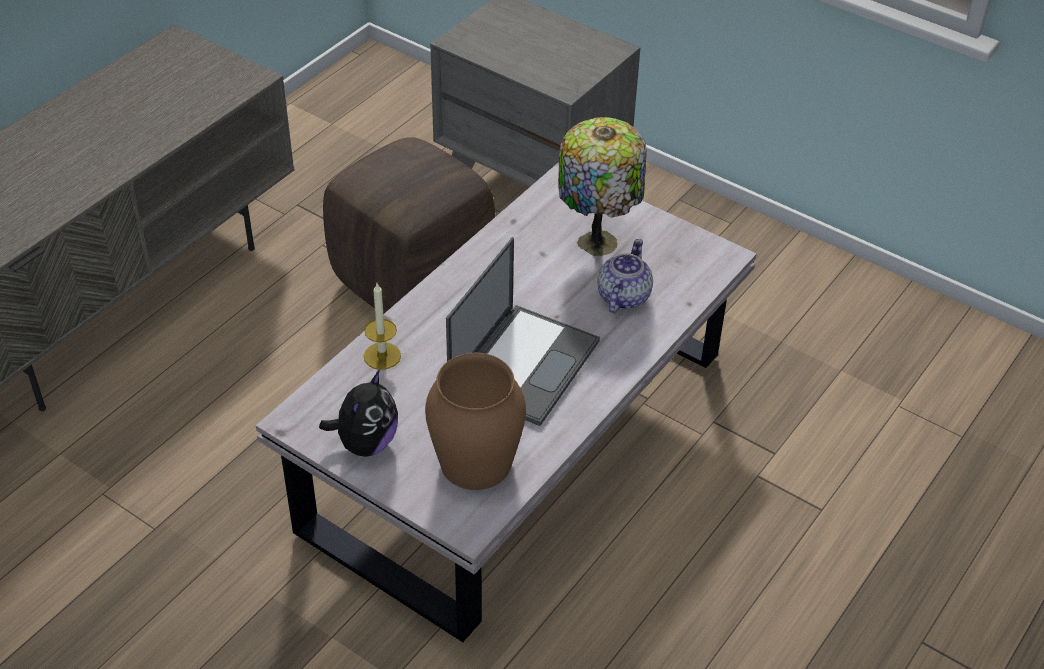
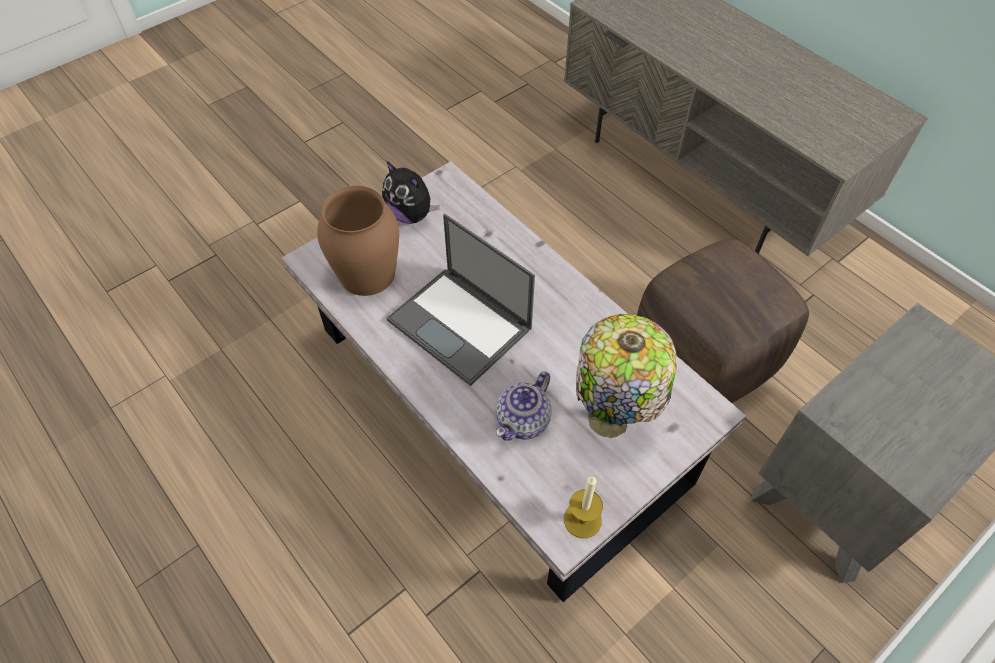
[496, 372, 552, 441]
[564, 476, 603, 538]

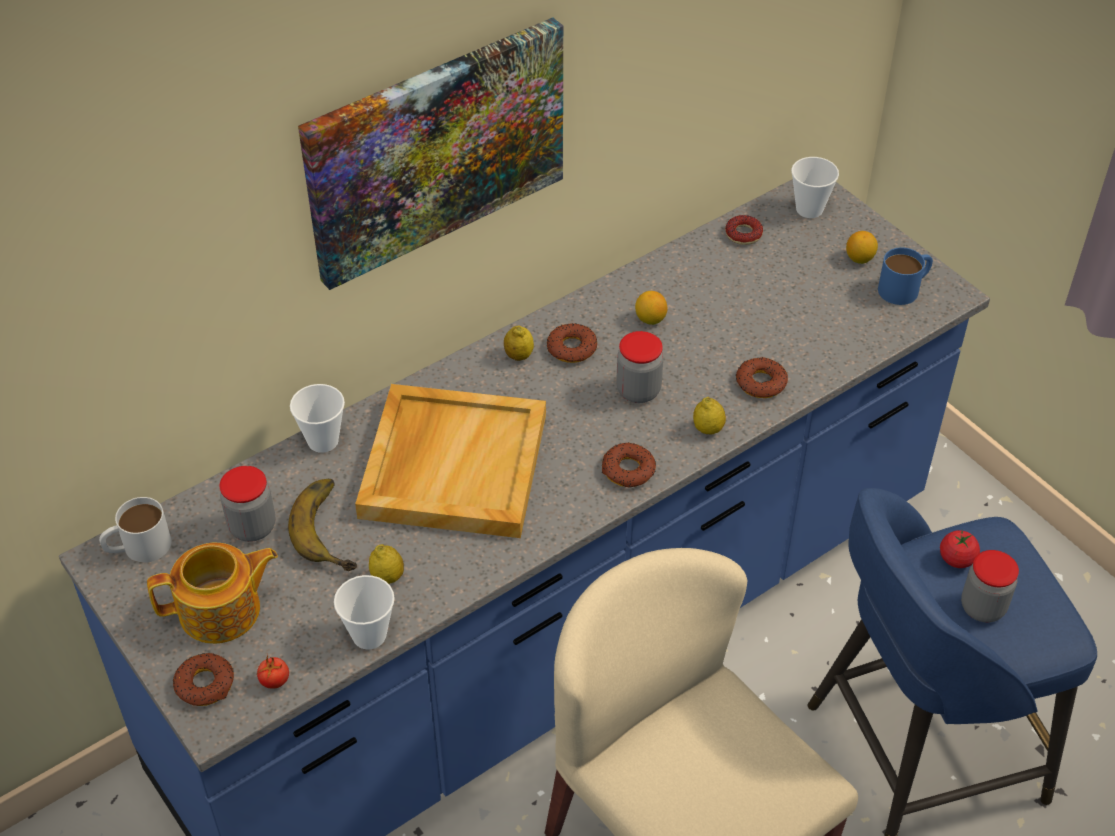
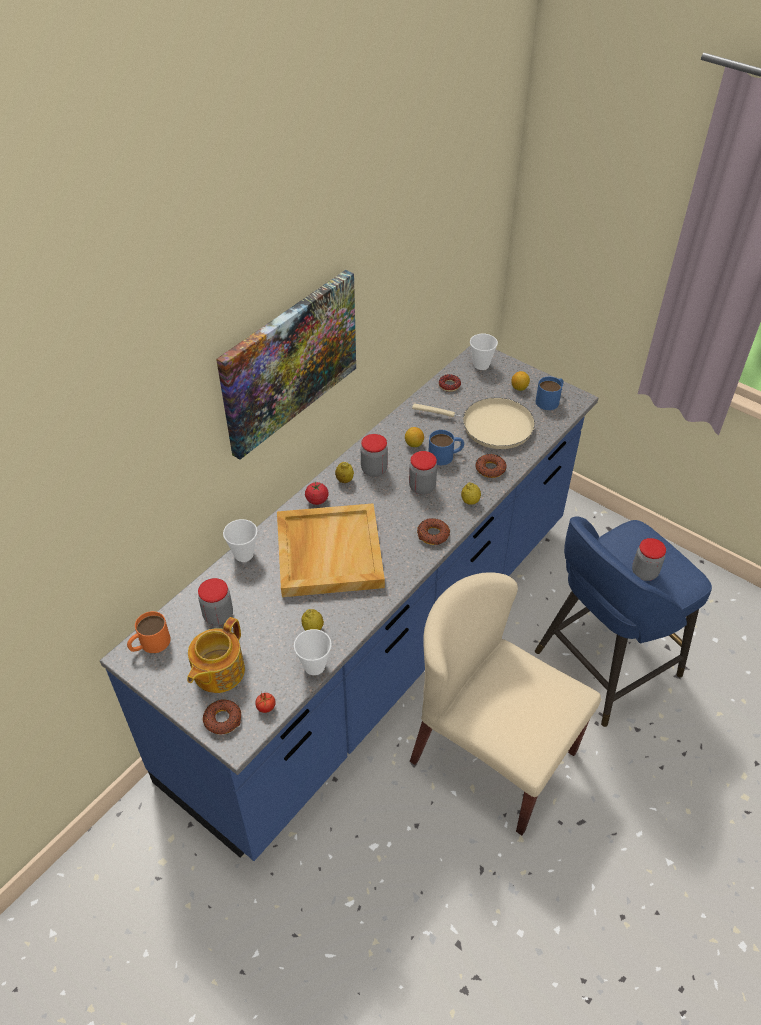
[361, 434, 388, 477]
[288, 479, 357, 571] (first image)
[127, 611, 171, 653]
[305, 481, 329, 505]
[187, 617, 245, 693]
[412, 398, 535, 449]
[428, 430, 464, 465]

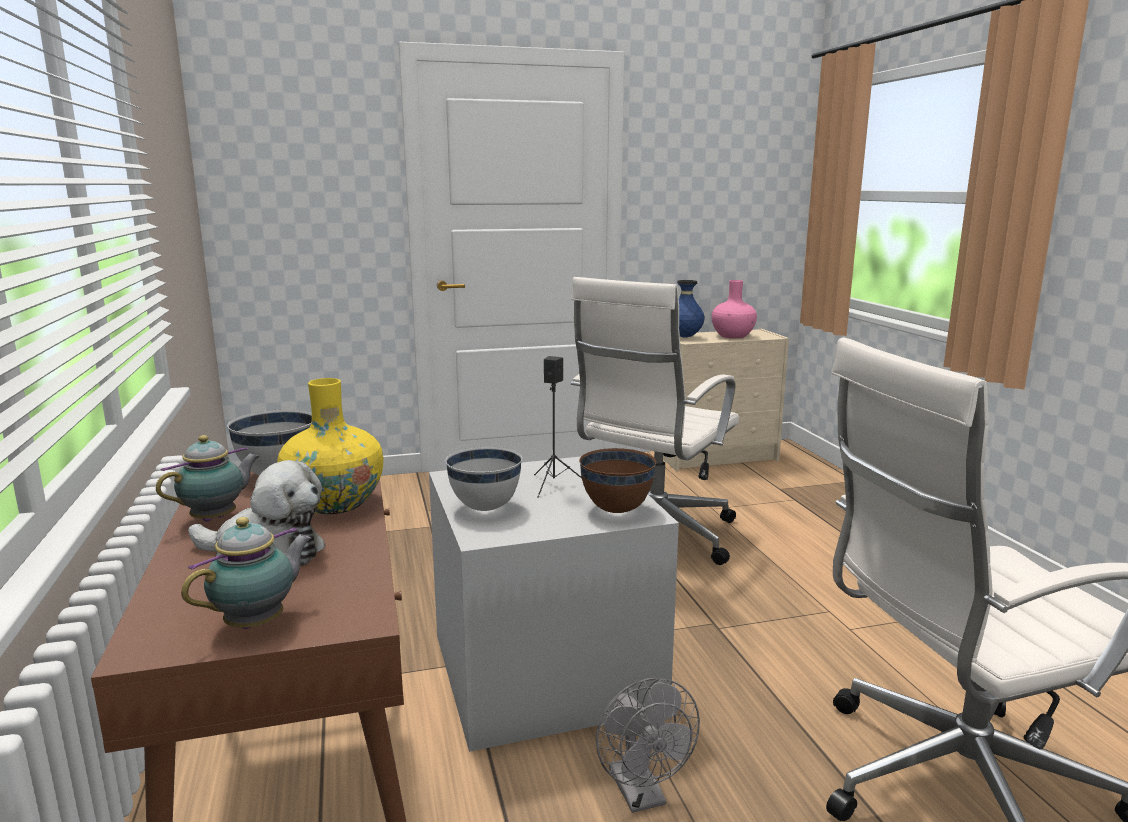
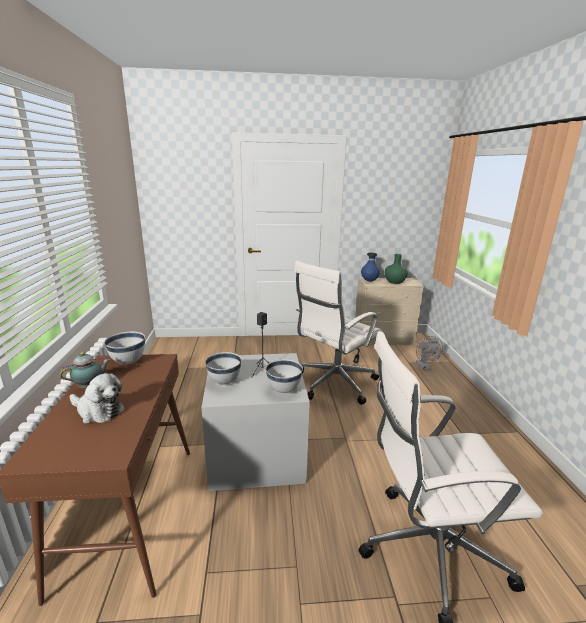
[385, 254, 408, 284]
[277, 378, 384, 514] (first image)
[266, 359, 303, 393]
[181, 517, 312, 629] (first image)
[416, 336, 443, 370]

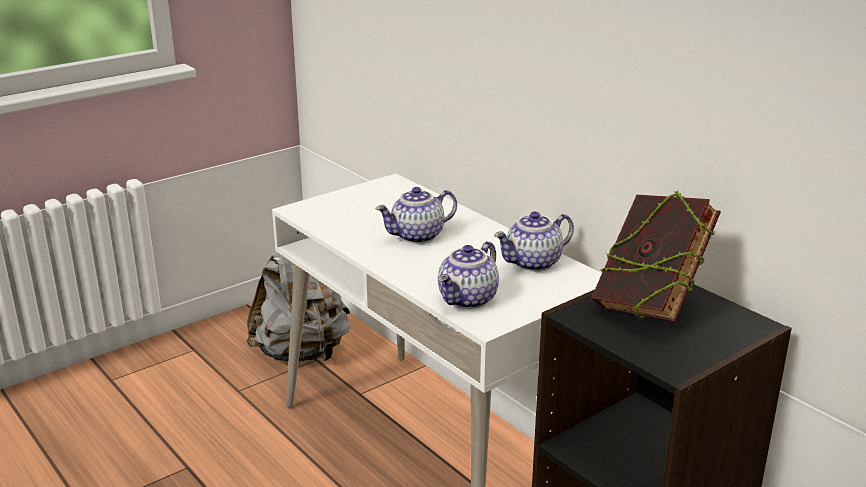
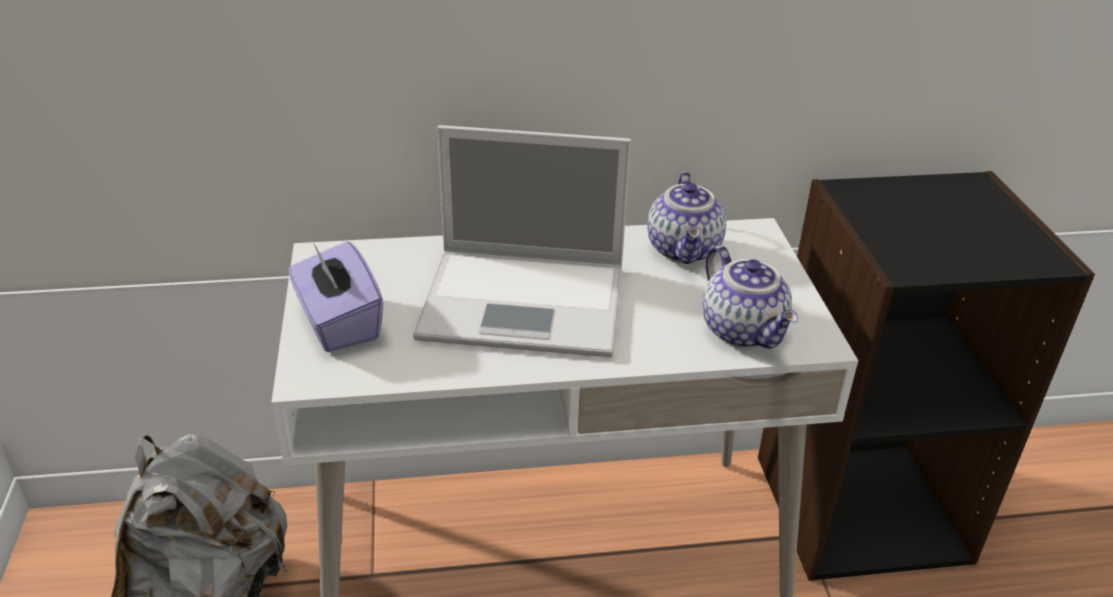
[413, 125, 631, 357]
[591, 191, 721, 322] (first image)
[288, 241, 383, 352]

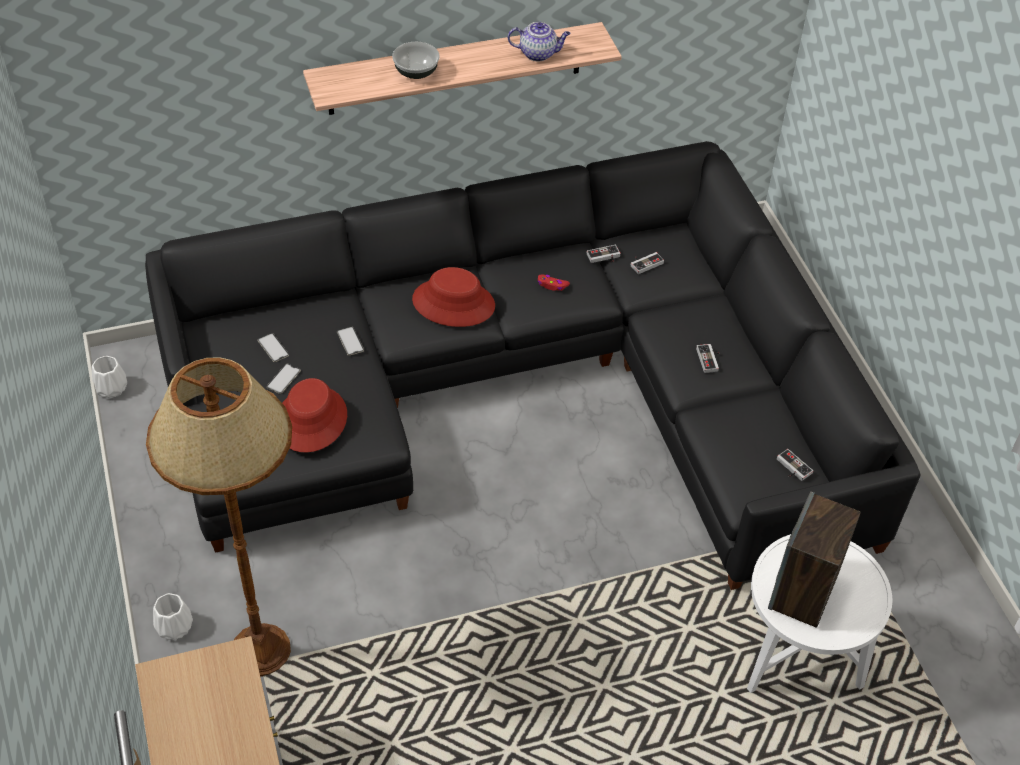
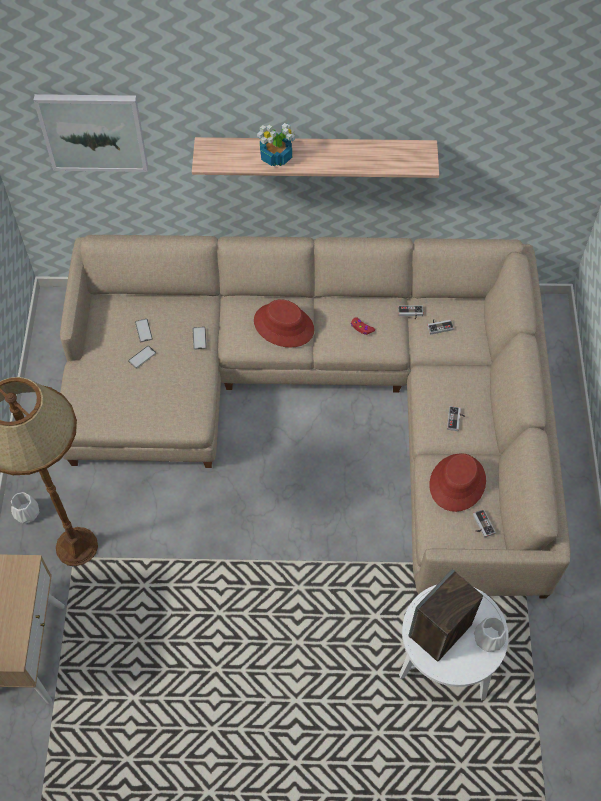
[508, 22, 570, 61] (first image)
[257, 123, 295, 166]
[60, 235, 571, 599]
[474, 616, 506, 652]
[430, 453, 486, 512]
[34, 94, 148, 172]

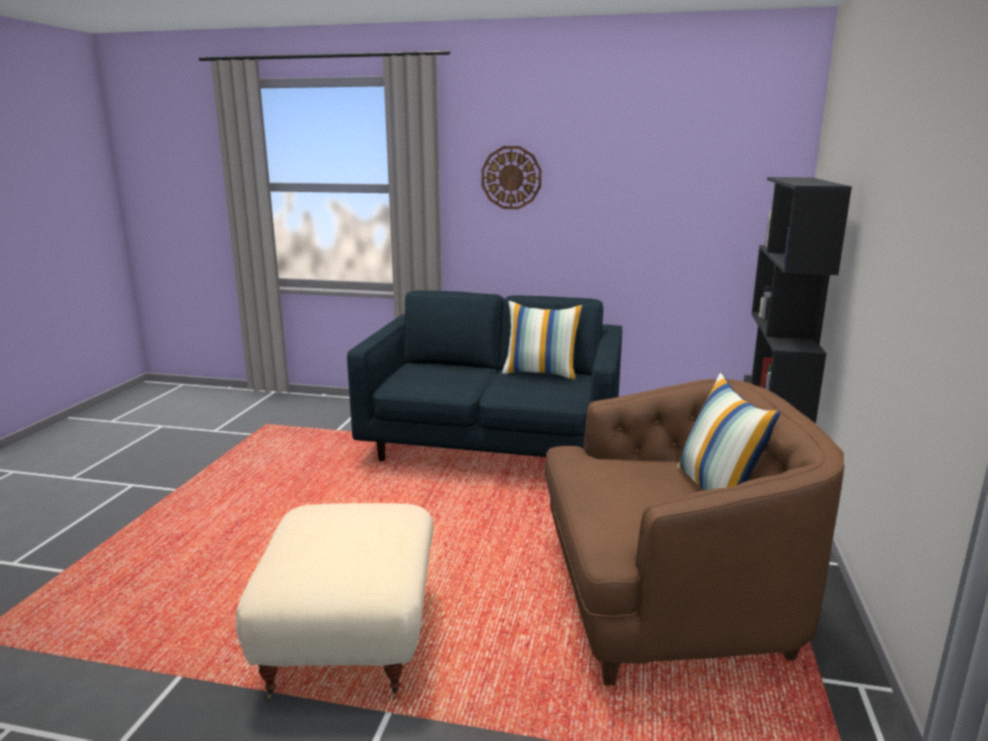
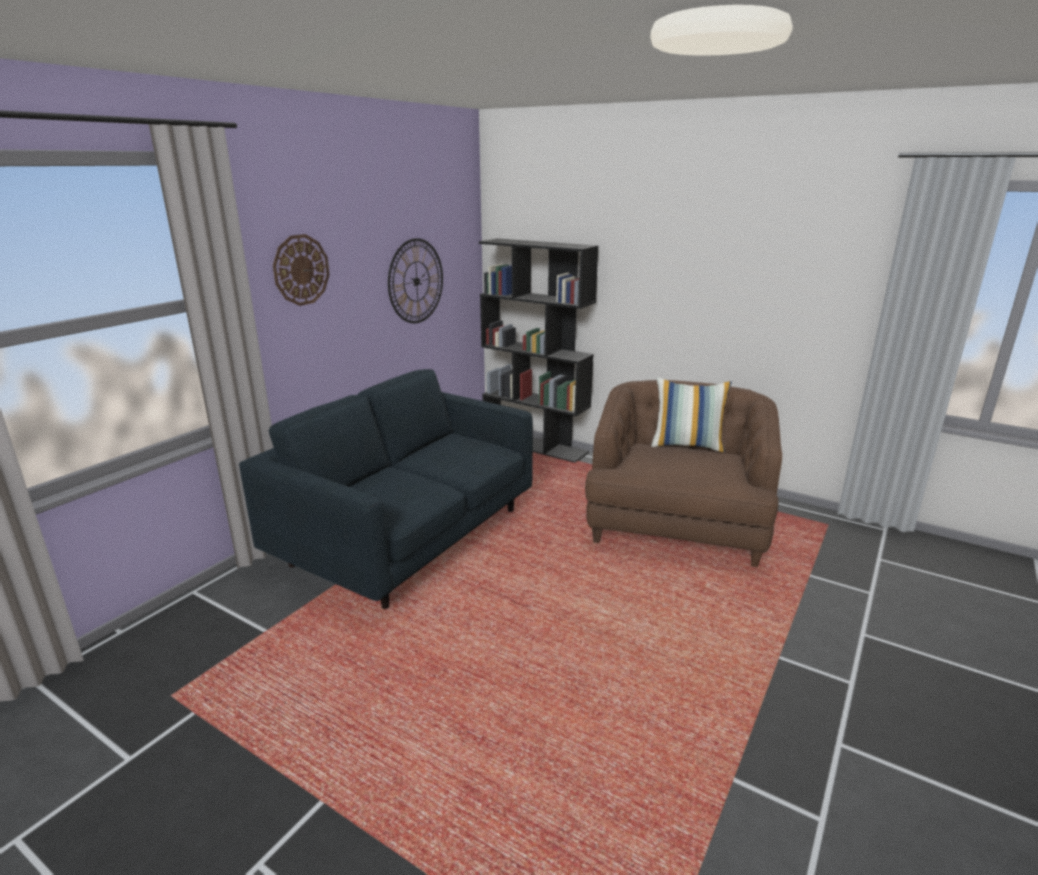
[502, 301, 584, 380] (first image)
[236, 503, 433, 701] (first image)
[388, 238, 443, 323]

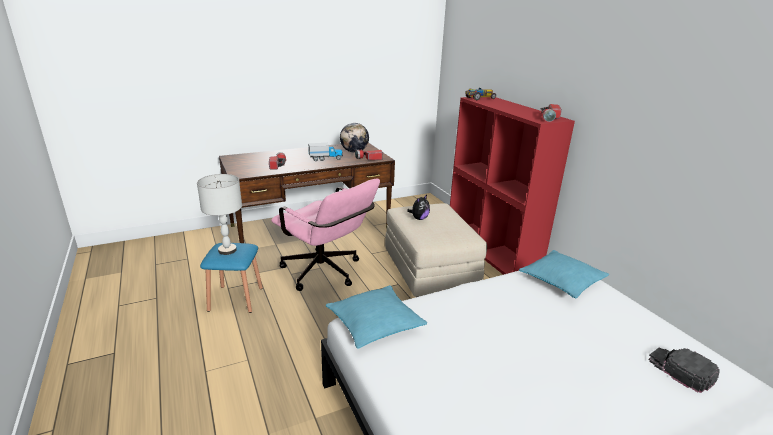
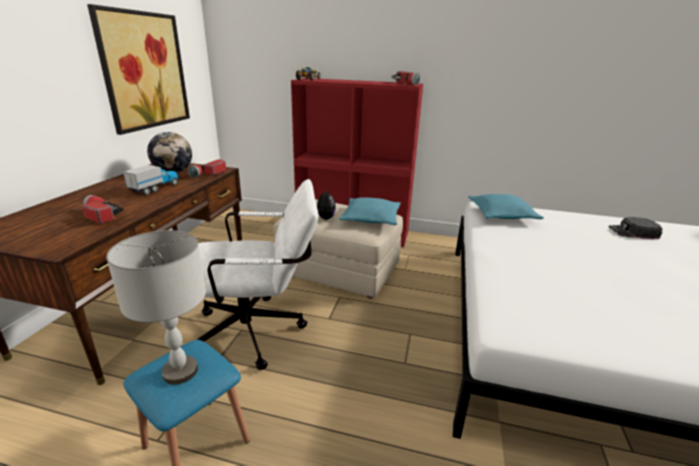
[197, 179, 318, 370]
[339, 197, 401, 225]
[87, 4, 190, 135]

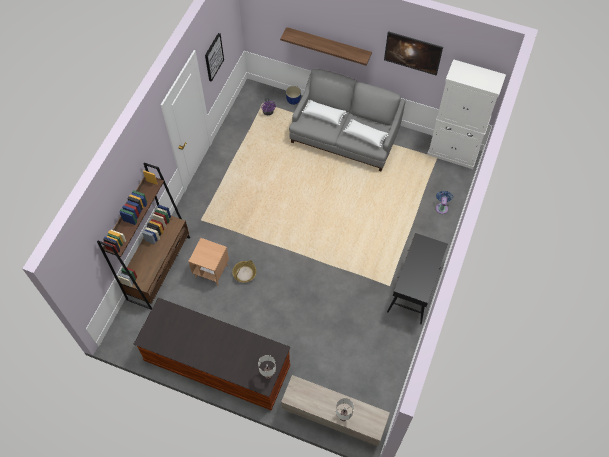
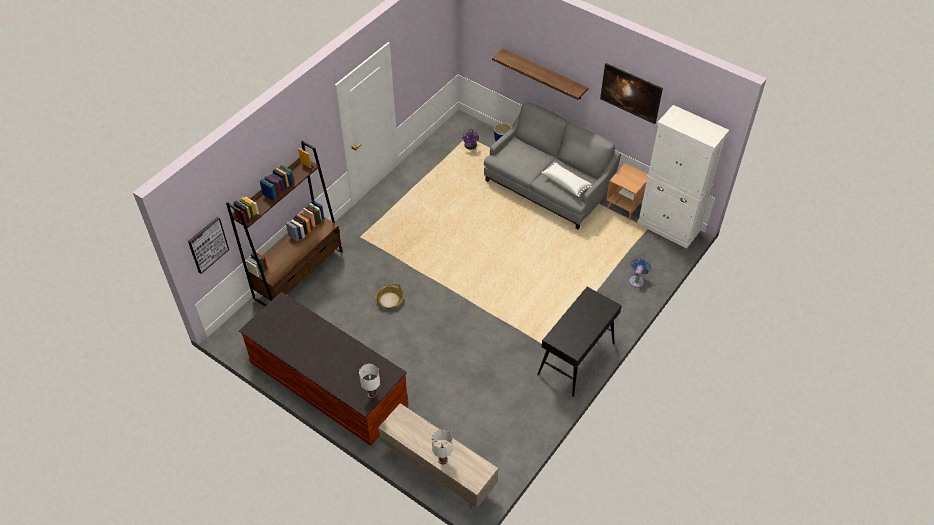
[188, 217, 229, 274]
[302, 100, 347, 125] (first image)
[606, 163, 648, 220]

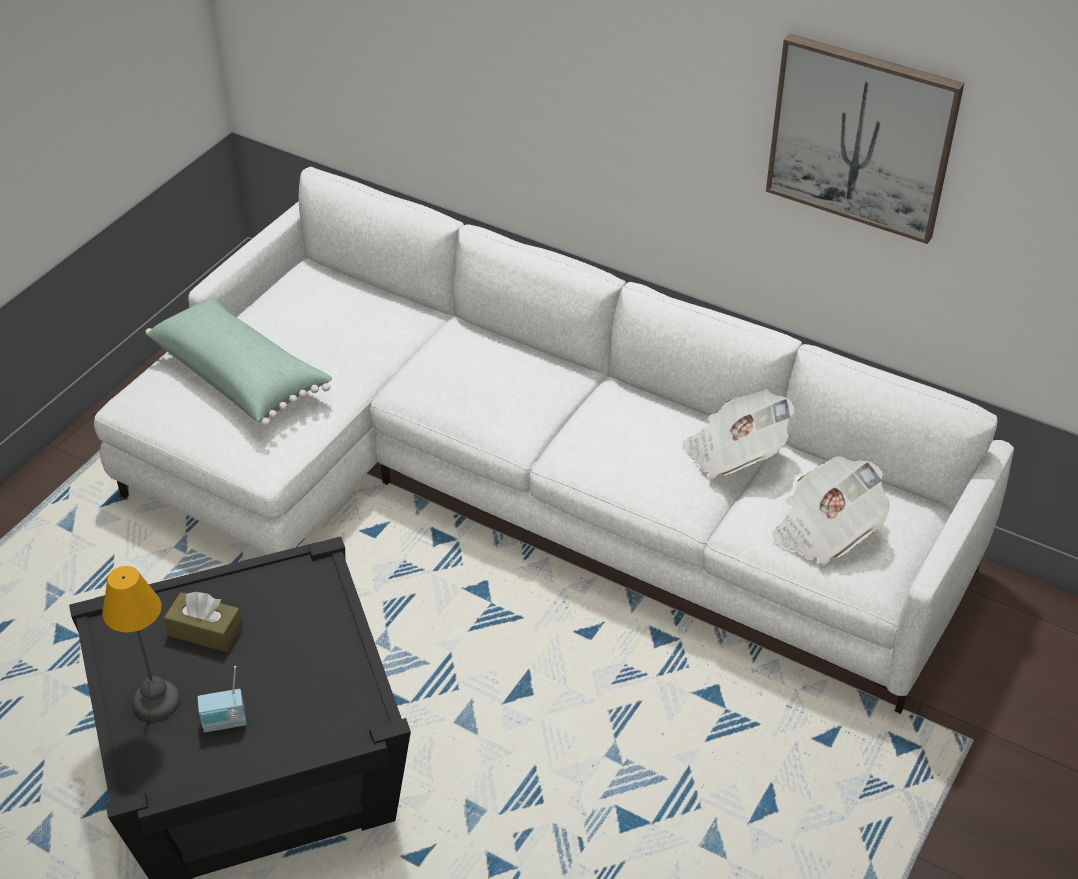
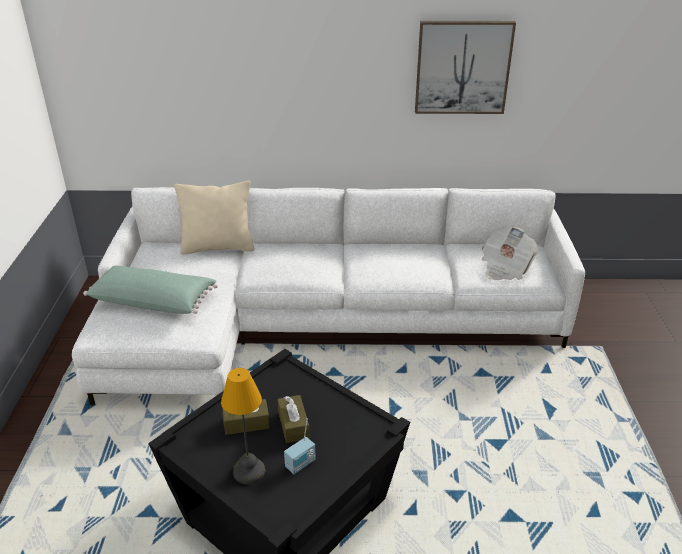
[682, 388, 795, 479] (first image)
[174, 181, 254, 255]
[277, 395, 310, 443]

